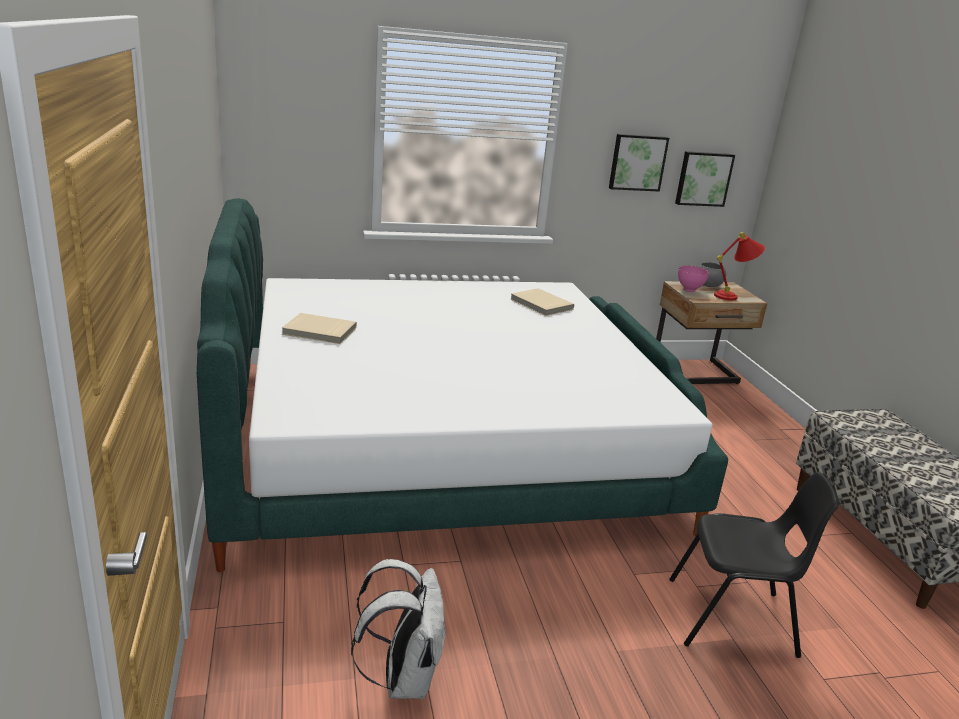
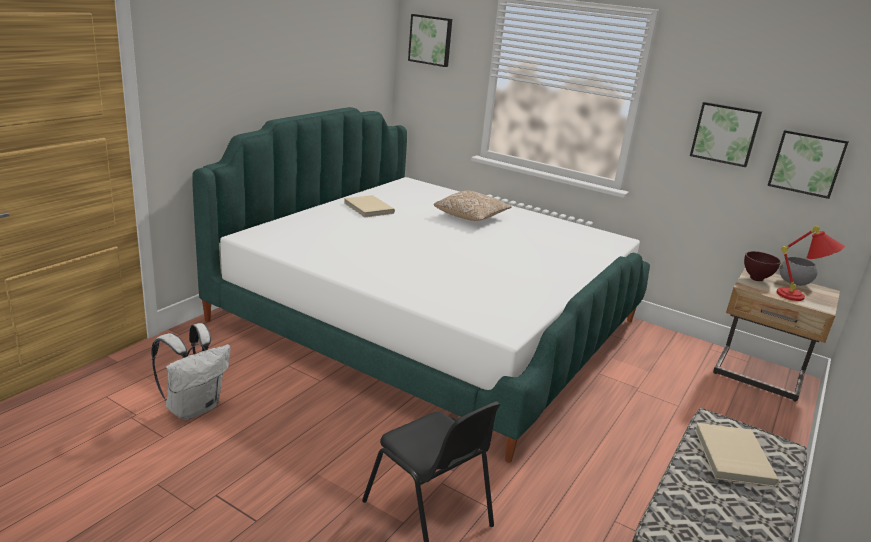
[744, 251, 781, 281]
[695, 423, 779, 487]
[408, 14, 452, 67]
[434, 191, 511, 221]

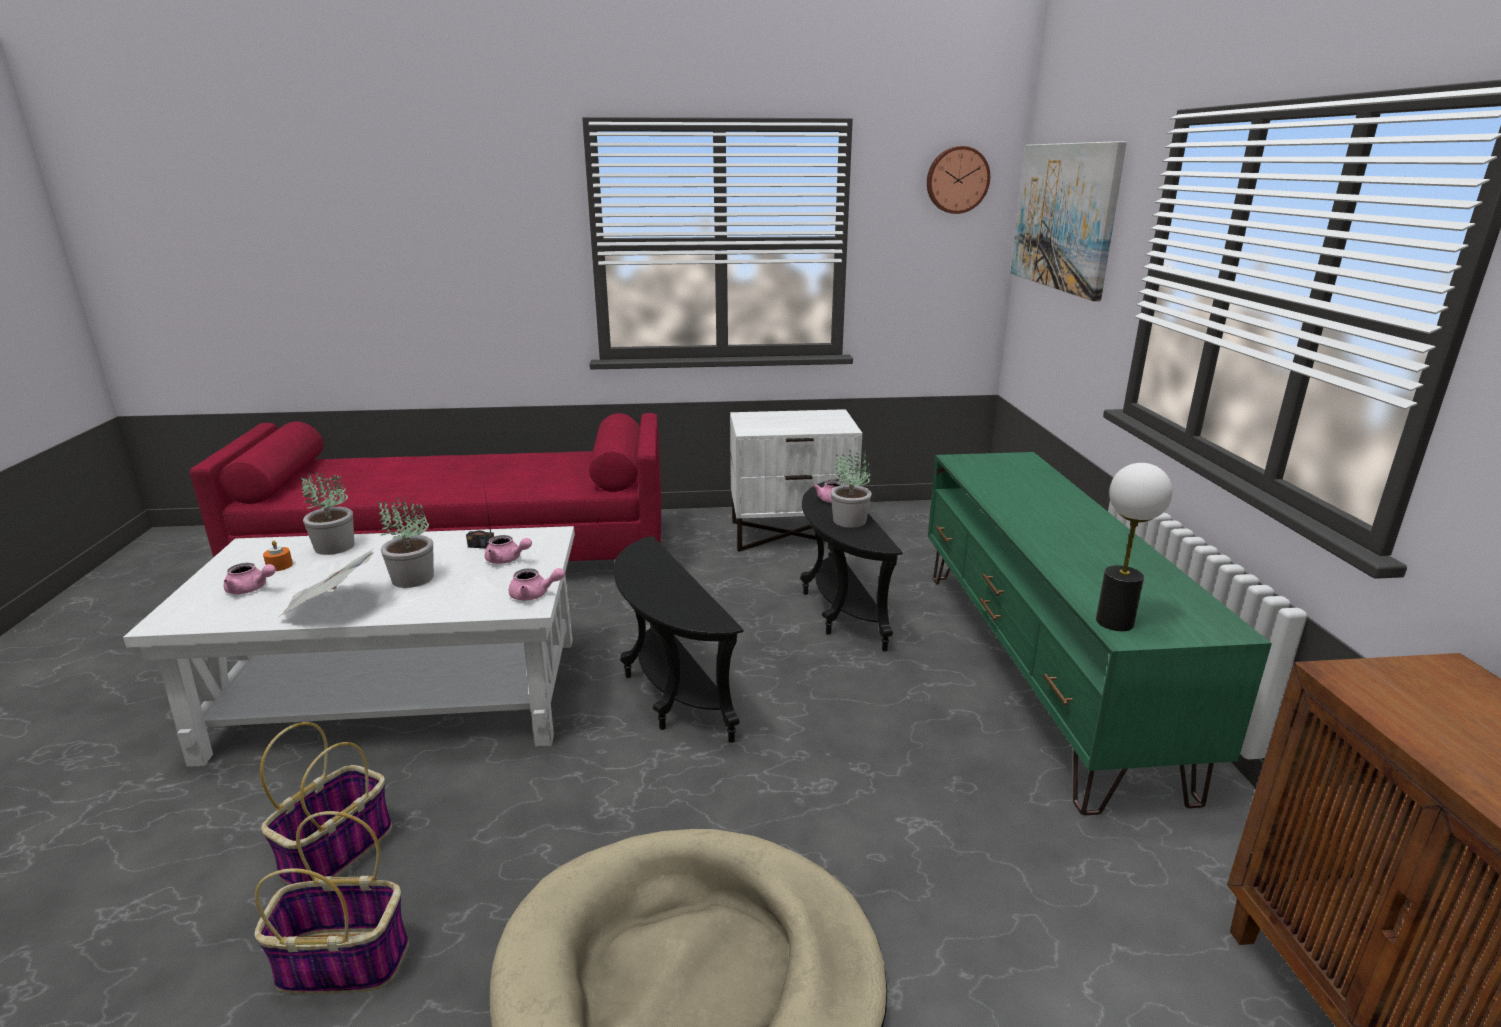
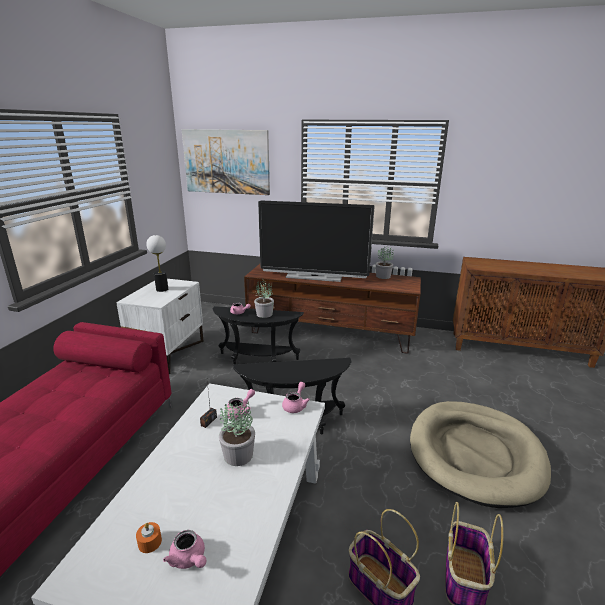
[927, 146, 990, 214] (first image)
[244, 264, 421, 354]
[146, 235, 168, 292]
[376, 247, 394, 279]
[278, 549, 373, 617] (first image)
[163, 530, 206, 569]
[258, 200, 375, 282]

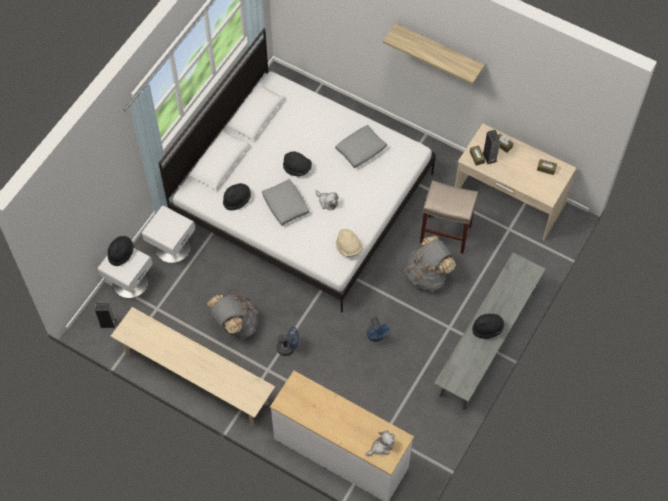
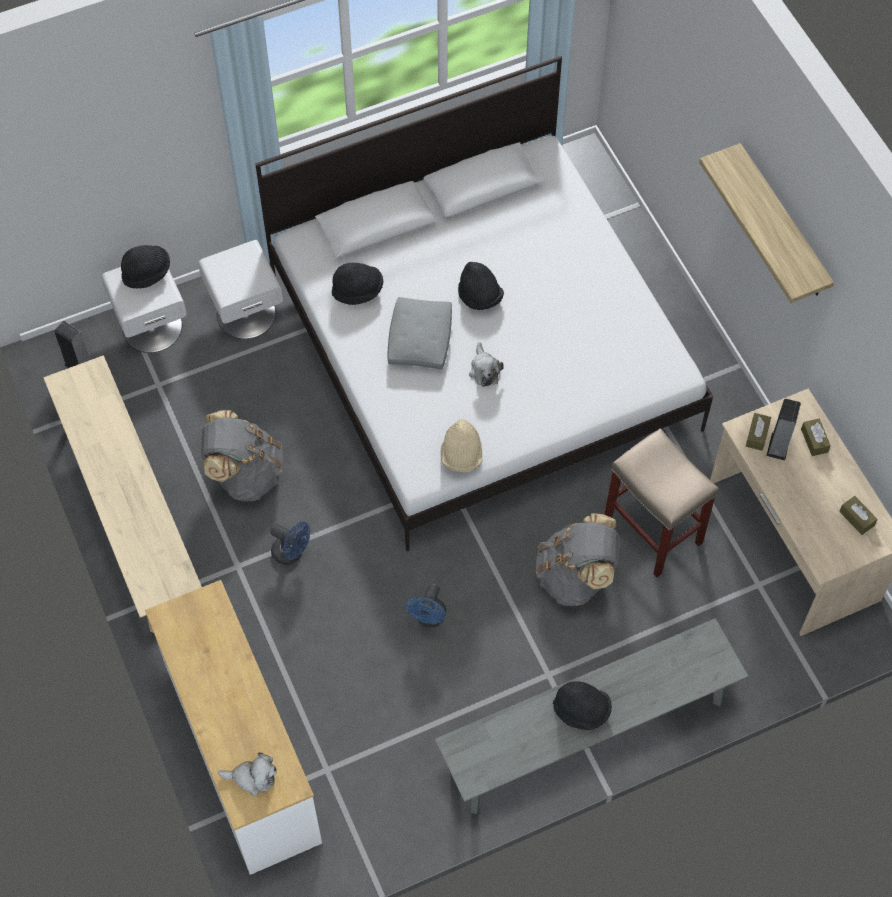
[335, 125, 387, 168] (first image)

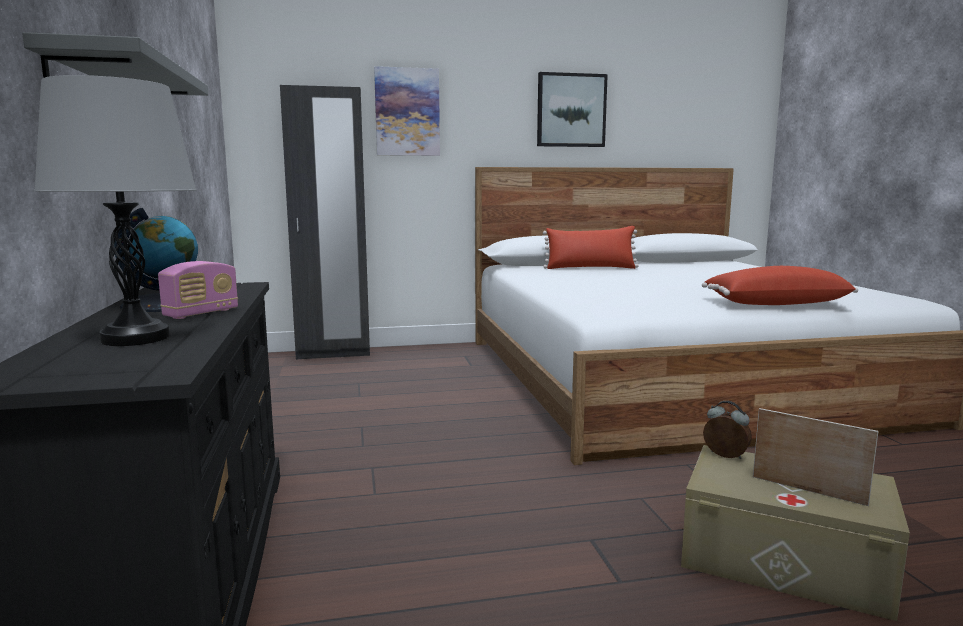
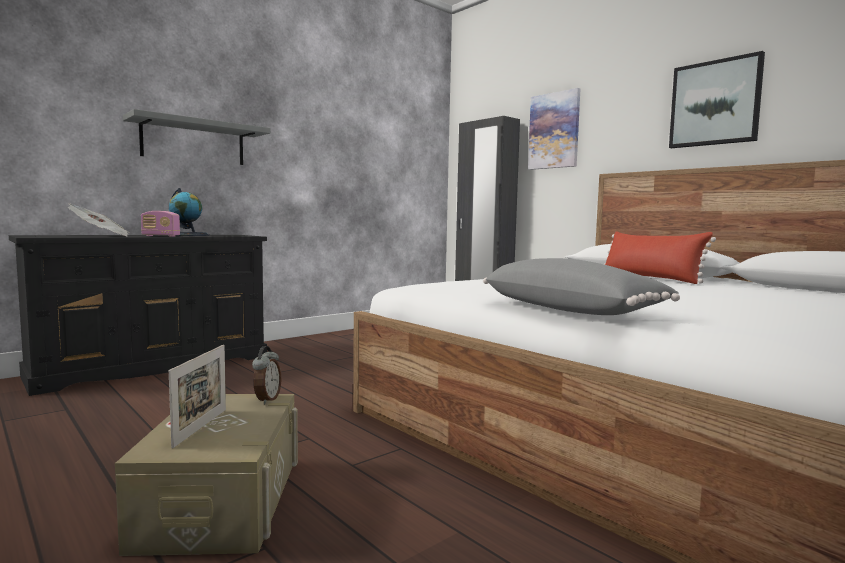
[68, 203, 130, 236]
[483, 258, 680, 315]

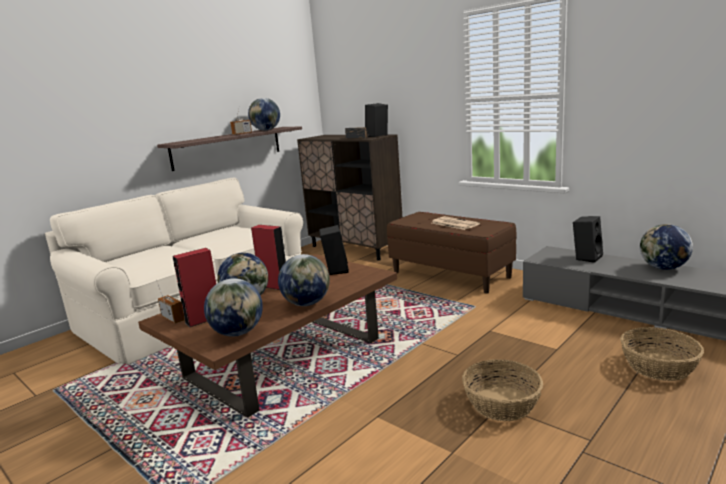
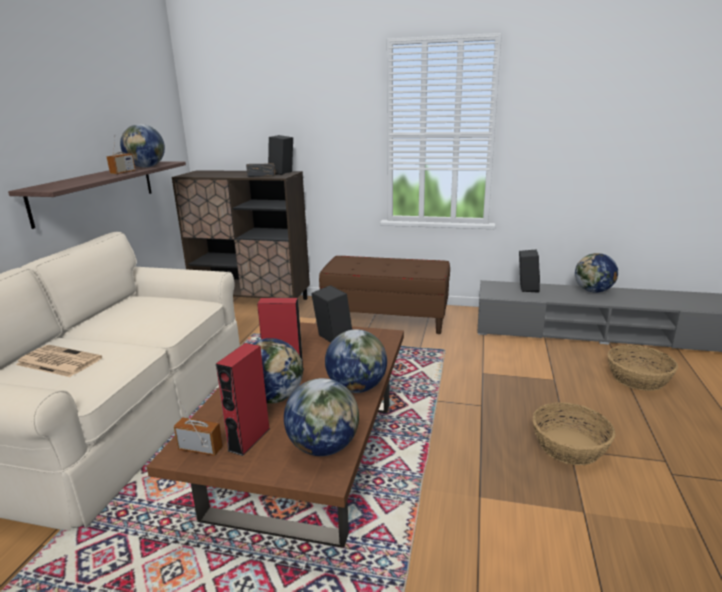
[16, 345, 102, 377]

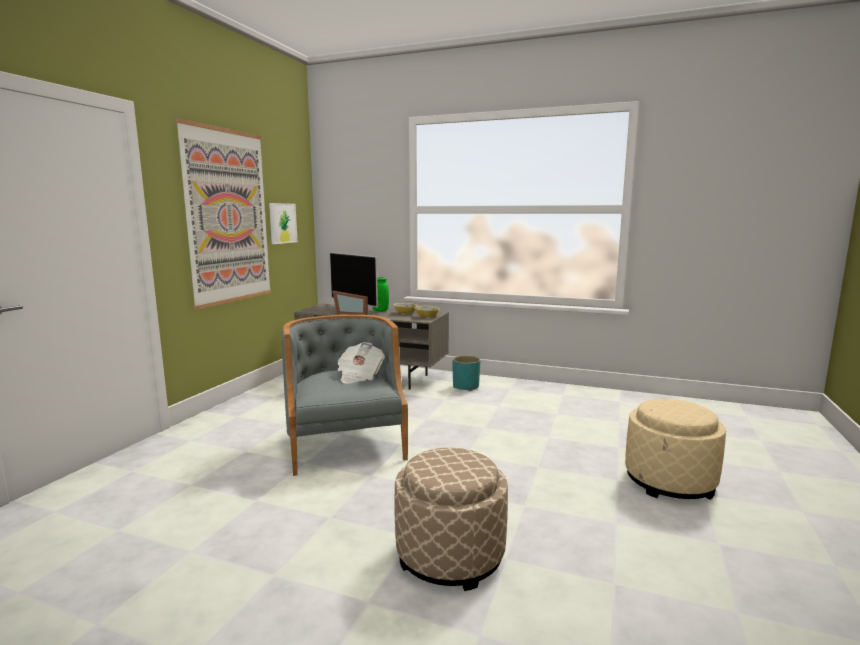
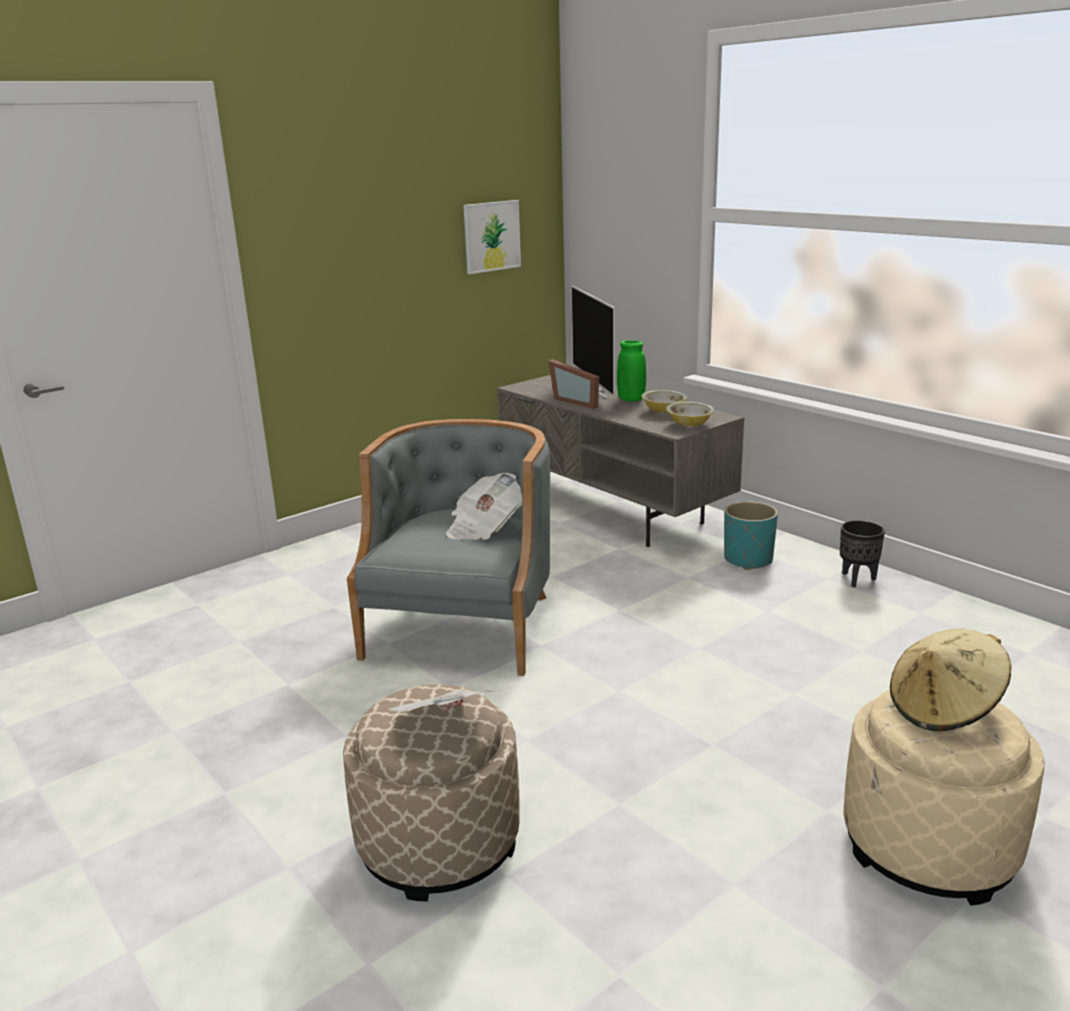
[176, 118, 271, 310] (first image)
[840, 520, 885, 587]
[890, 629, 1011, 731]
[387, 689, 501, 712]

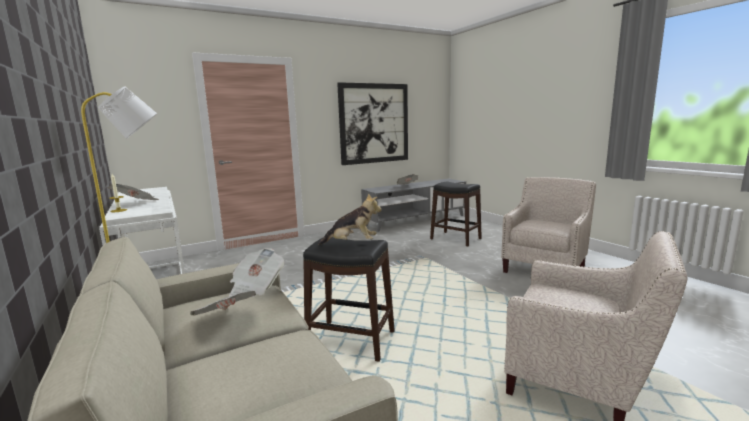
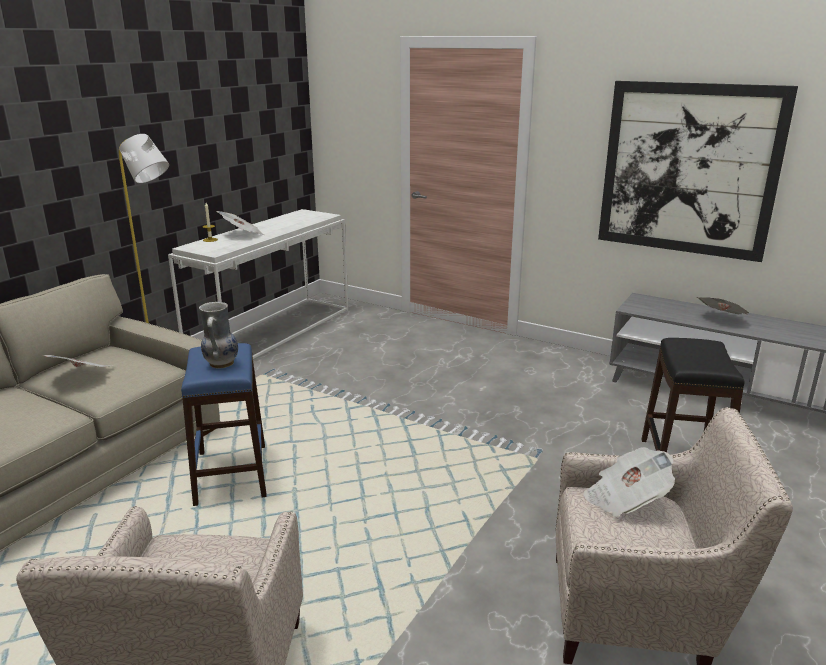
[199, 302, 238, 369]
[181, 343, 267, 506]
[583, 447, 675, 517]

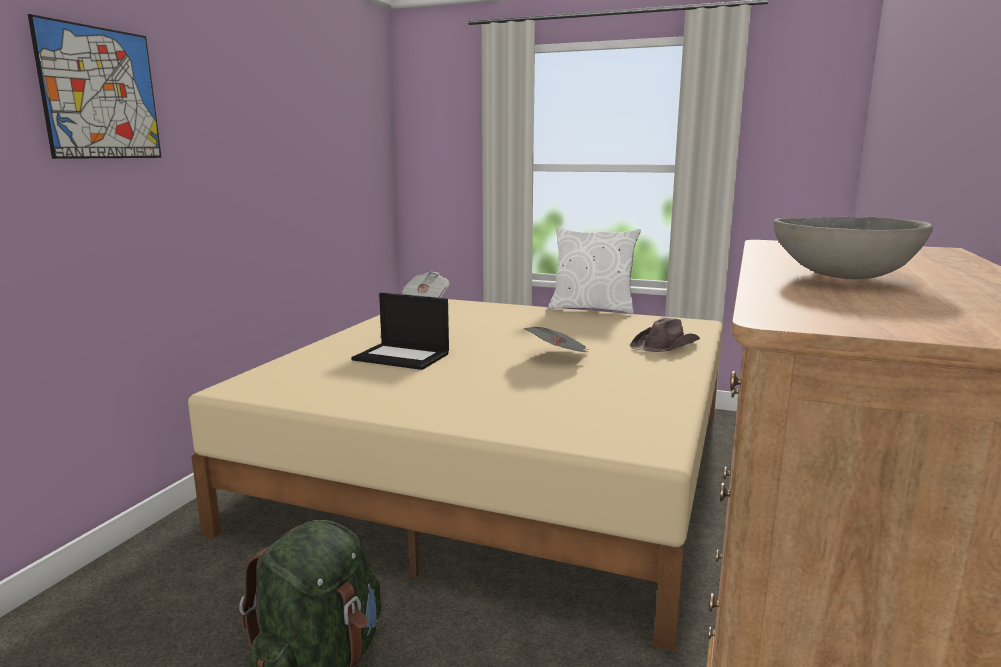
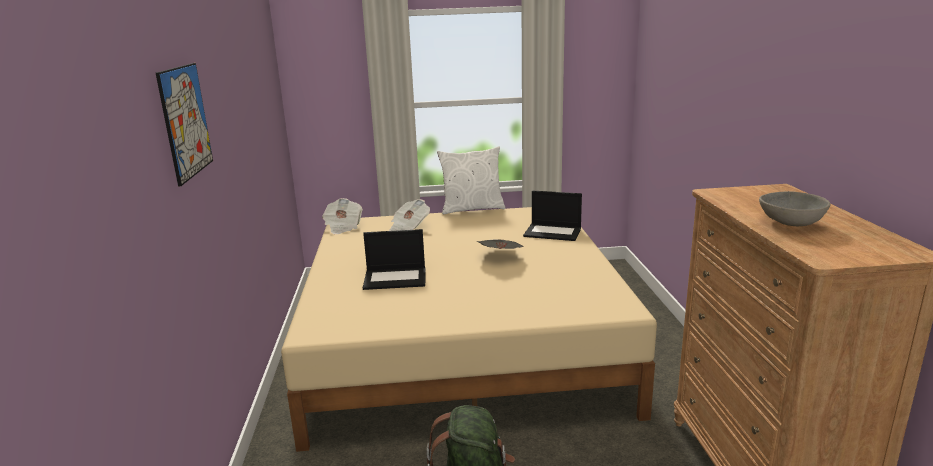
[523, 191, 582, 241]
[389, 199, 430, 231]

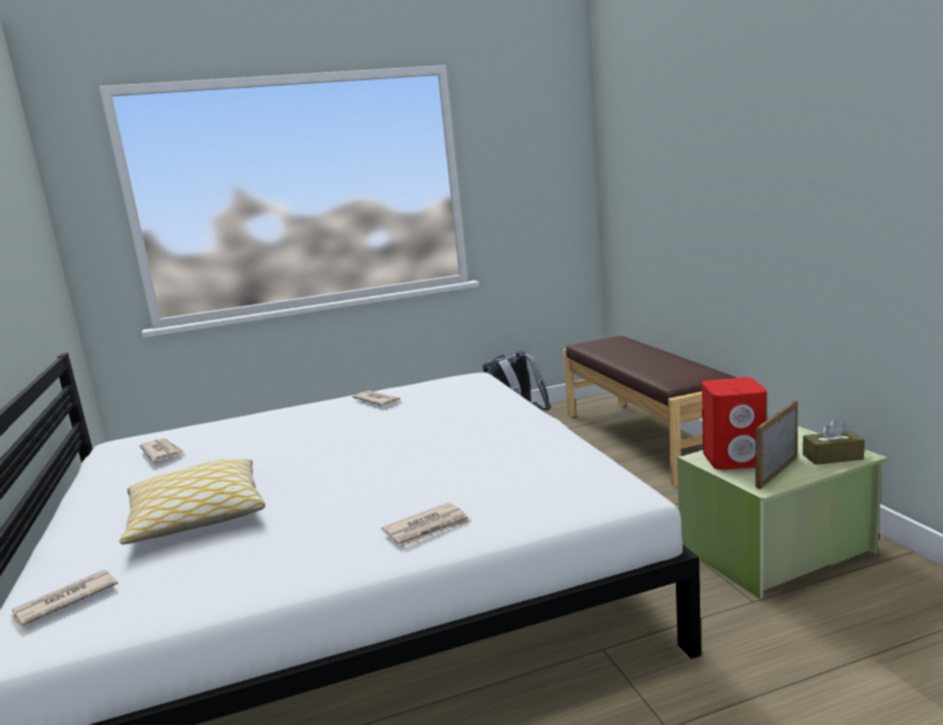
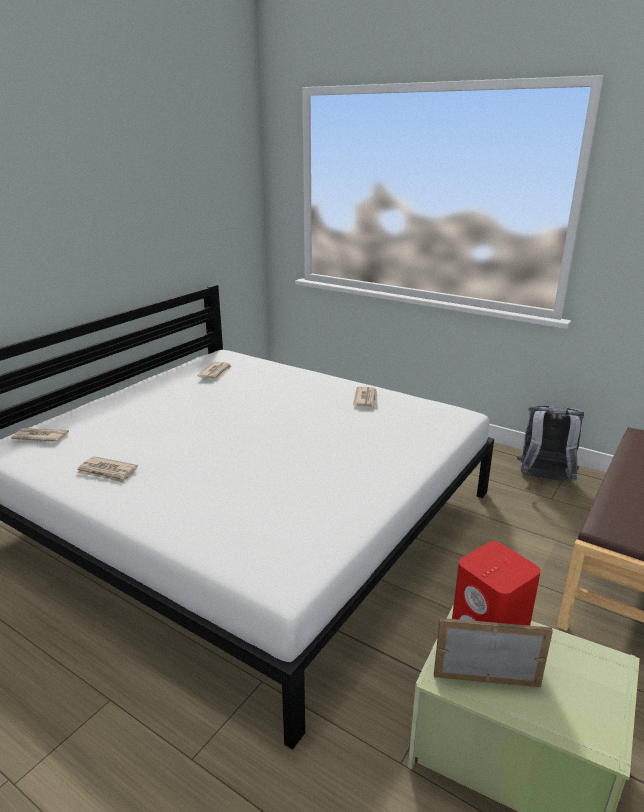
[803, 419, 865, 465] (first image)
[120, 459, 265, 544] (first image)
[76, 456, 138, 483]

